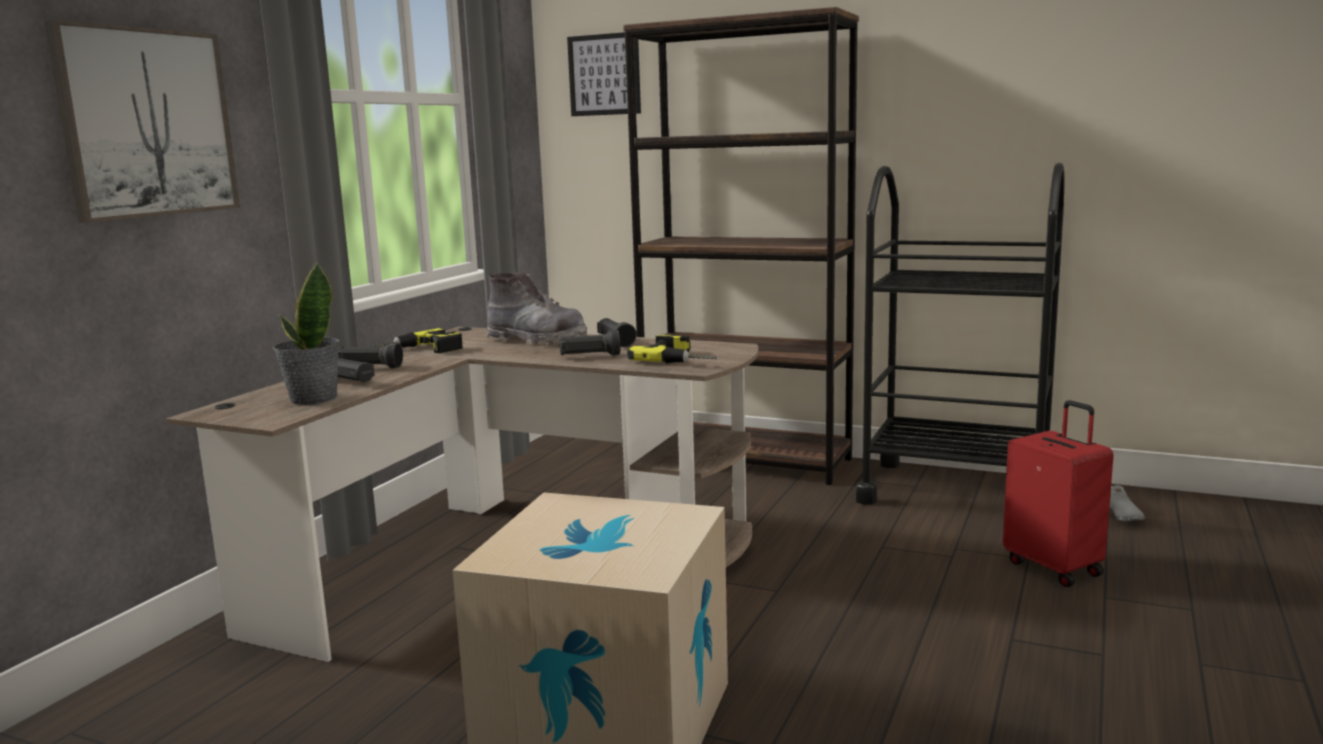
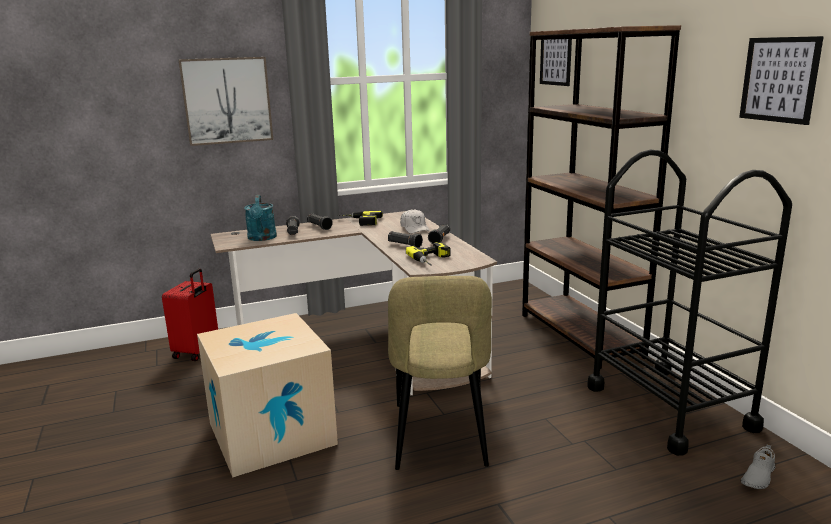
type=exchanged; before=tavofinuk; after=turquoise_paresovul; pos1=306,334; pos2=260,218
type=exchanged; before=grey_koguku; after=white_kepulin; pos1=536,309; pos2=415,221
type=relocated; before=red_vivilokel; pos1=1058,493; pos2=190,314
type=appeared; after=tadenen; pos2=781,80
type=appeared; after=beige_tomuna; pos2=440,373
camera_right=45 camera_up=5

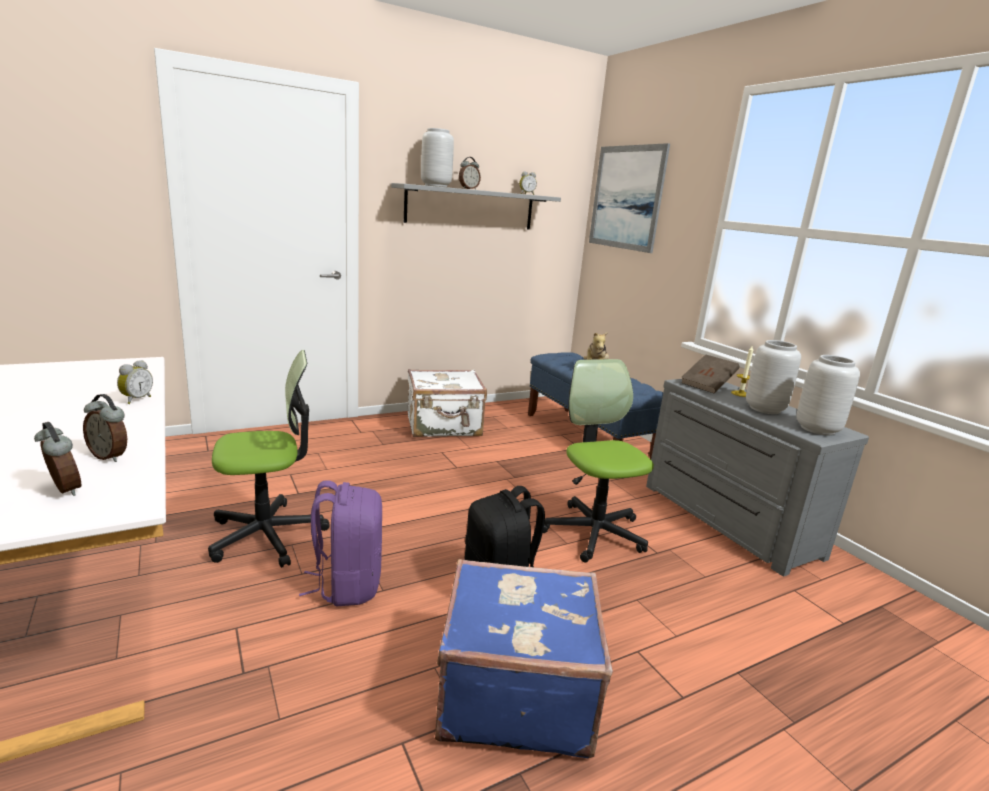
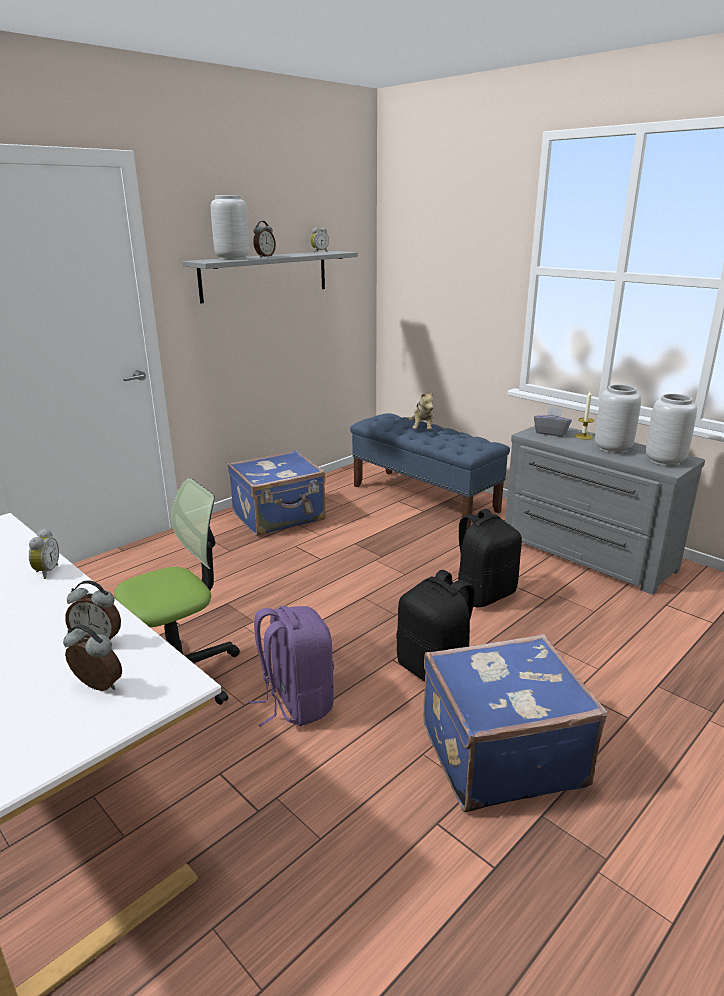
type=missing; before=tadenen; pos1=629,198
type=exchanged; before=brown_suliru; after=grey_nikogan; pos1=710,373; pos2=553,421
type=exchanged; before=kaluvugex; after=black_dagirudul; pos1=598,461; pos2=487,558
type=colour; before=white_vivilokel; after=blue_vivilokel; pos1=447,403; pos2=276,493
camera_right=-15 camera_up=5

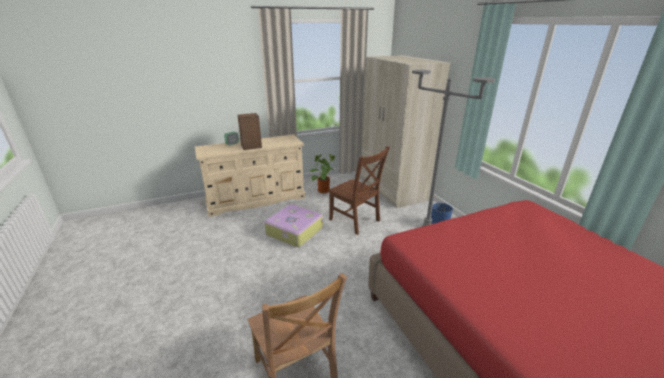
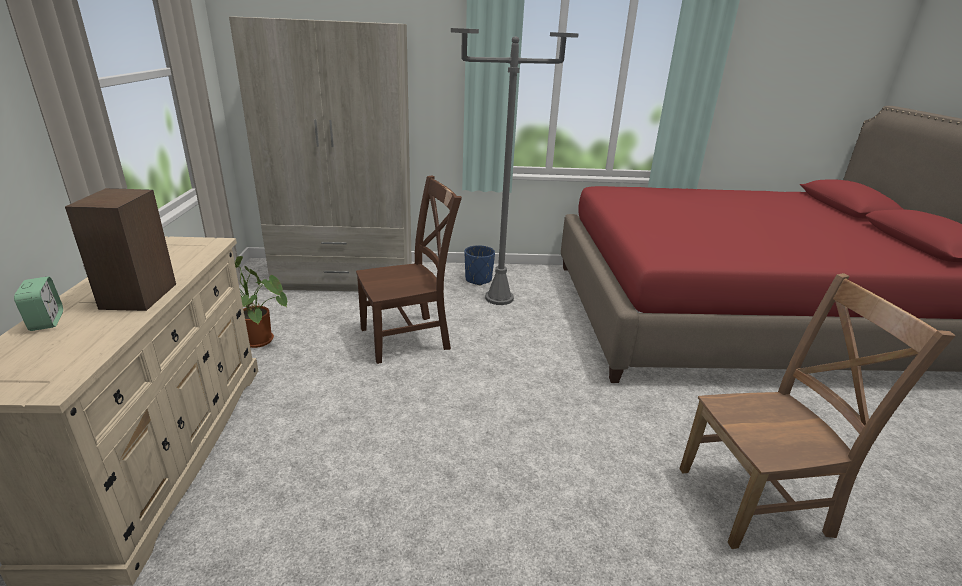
type=missing; before=vivilokel; pos1=294,225
camera_right=-70 camera_up=0

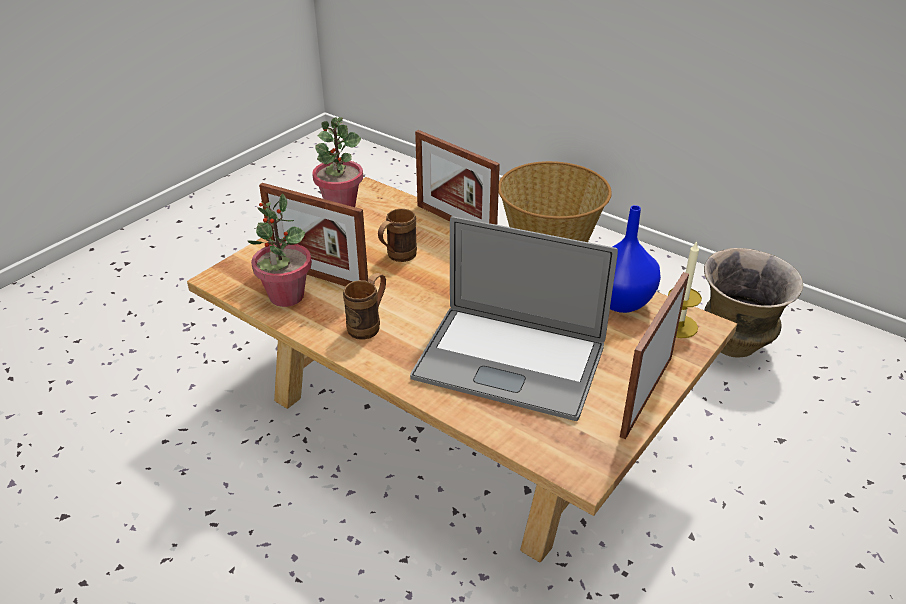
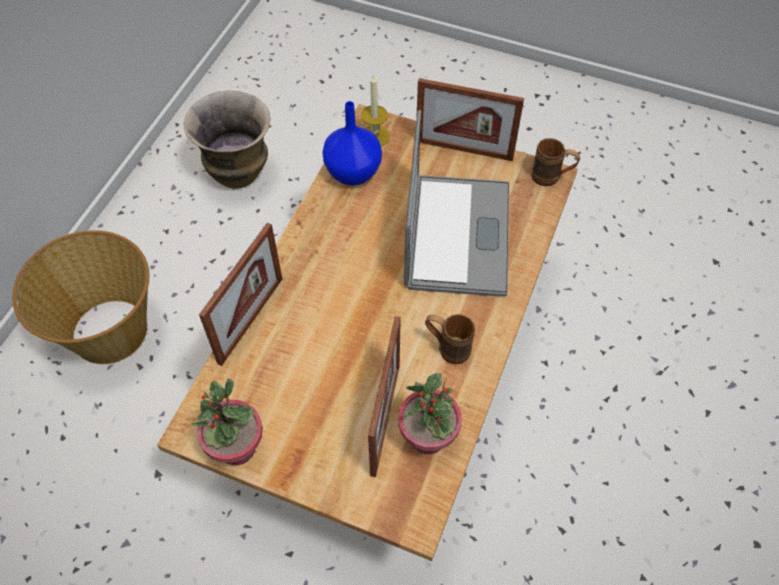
type=relocated; before=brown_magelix; pos1=397,235; pos2=556,162
camera_right=-105 camera_up=20

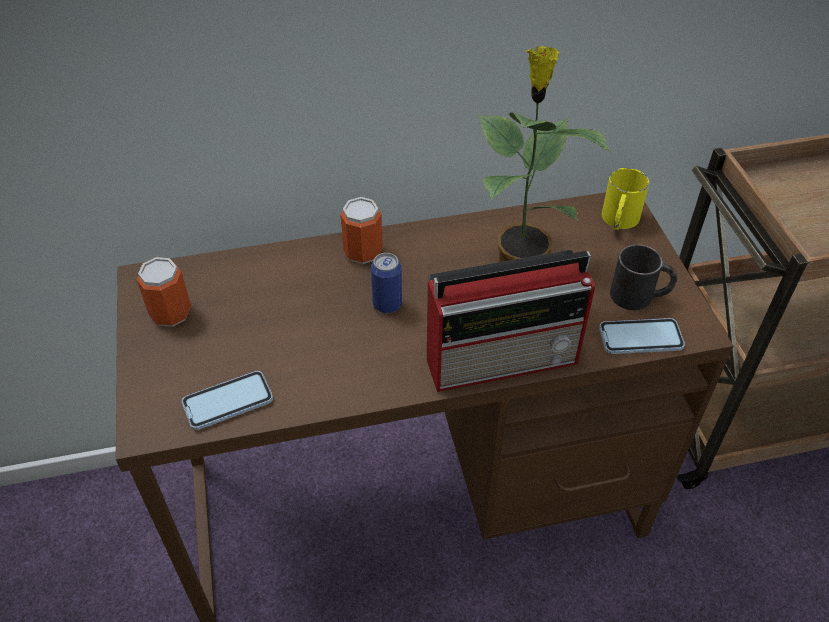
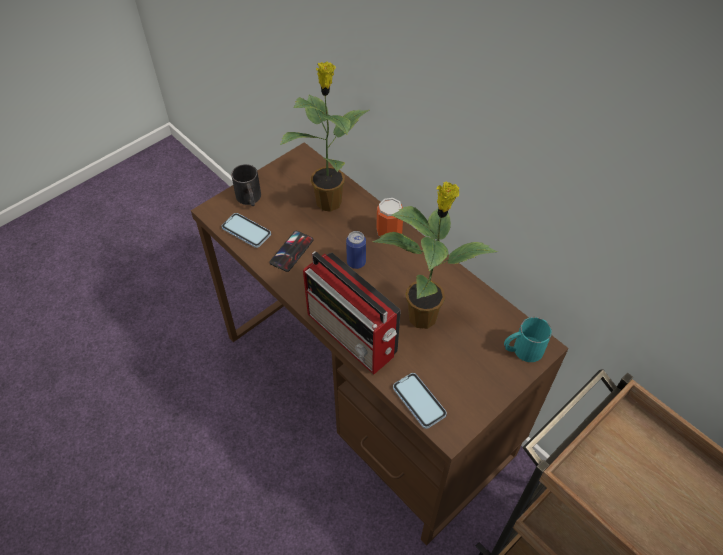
type=colour; before=yellow_magelix; after=turquoise_magelix; pos1=625,199; pos2=528,339
type=relocated; before=black_magelix; pos1=643,277; pos2=246,185
type=missing; before=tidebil; pos1=164,292
type=appeared; after=tavofinuk; pos2=324,137
type=appeared; after=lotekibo; pos2=291,251
camera_right=60 camera_up=5

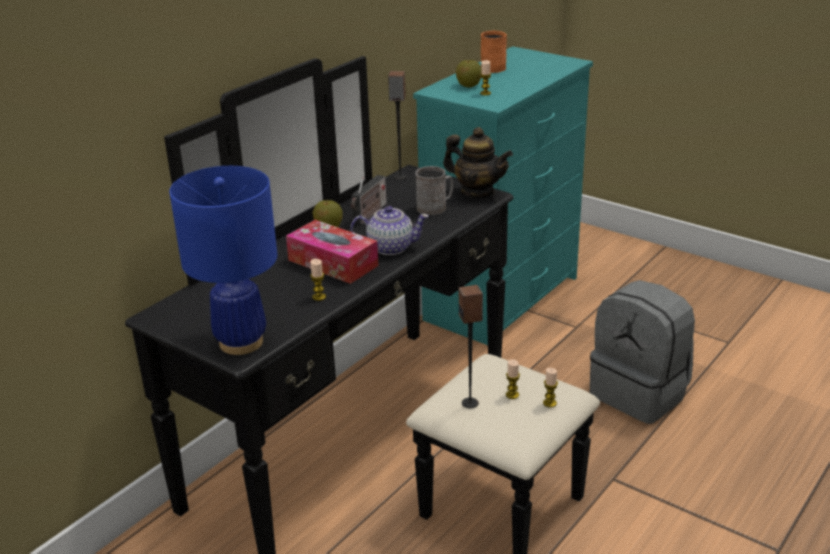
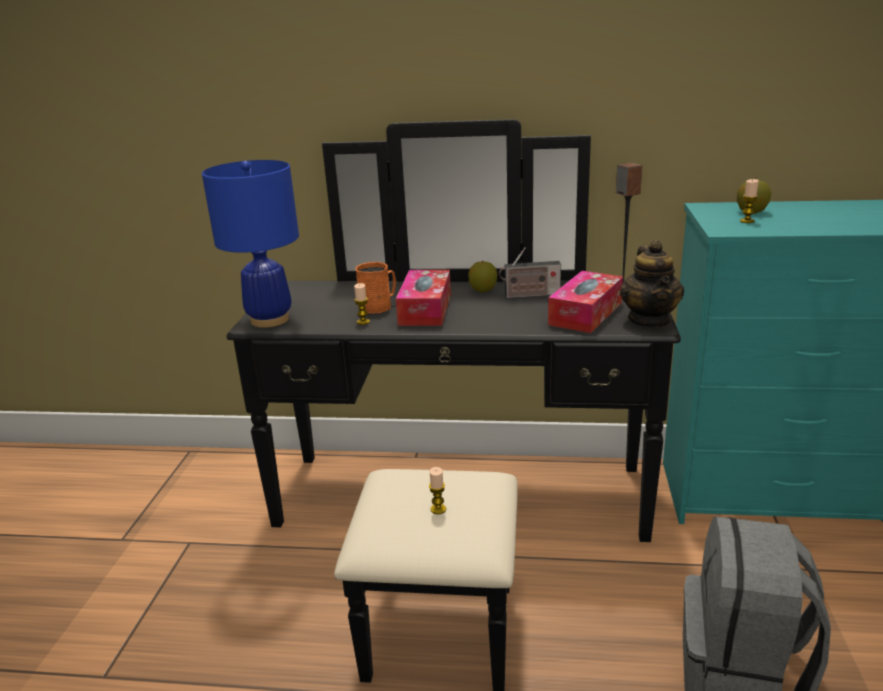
type=relocated; before=orange_magelix; pos1=494,52; pos2=375,287
type=exchanged; before=grey_magelix; after=nikogan; pos1=434,190; pos2=585,302
type=missing; before=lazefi; pos1=389,230
type=missing; before=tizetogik; pos1=471,346
type=missing; before=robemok; pos1=550,387
camera_right=60 camera_up=-5

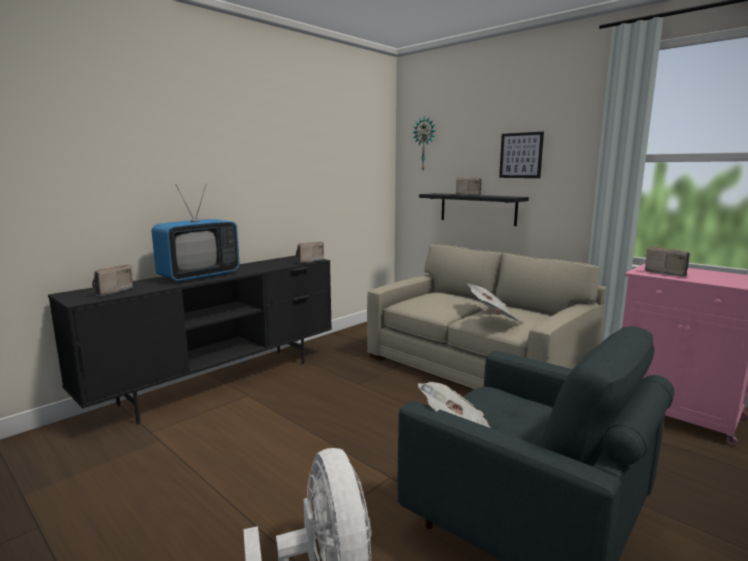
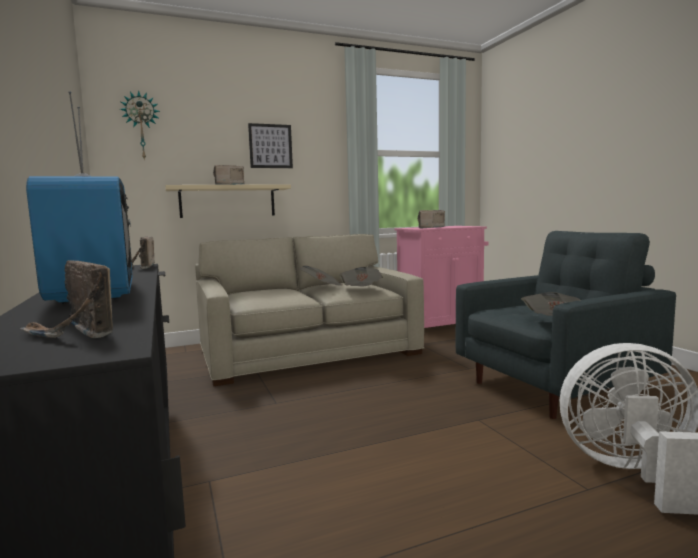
type=colour; before=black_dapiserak; after=beige_dapiserak; pos1=474,209; pos2=228,201
camera_right=-65 camera_up=-5

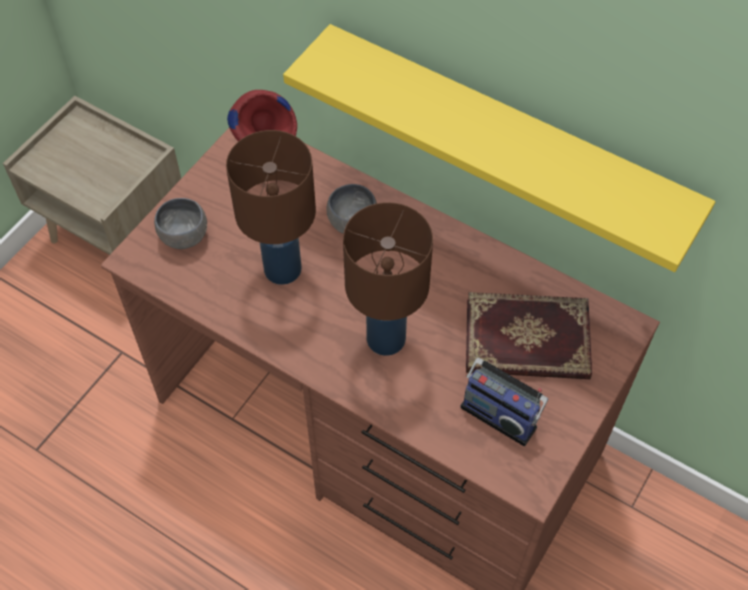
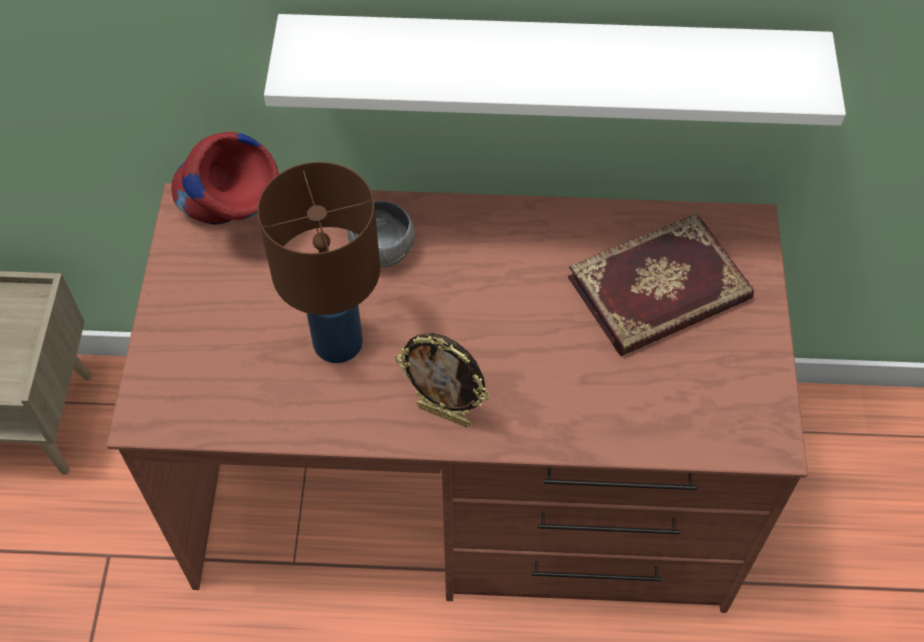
type=colour; before=yellow_dapiserak; after=white_dapiserak; pos1=499,148; pos2=555,70
type=missing; before=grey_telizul; pos1=180,223
type=missing; before=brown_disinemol; pos1=388,279
type=missing; before=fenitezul; pos1=504,402
type=appeared; after=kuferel; pos2=442,380
camera_right=-30 camera_up=0

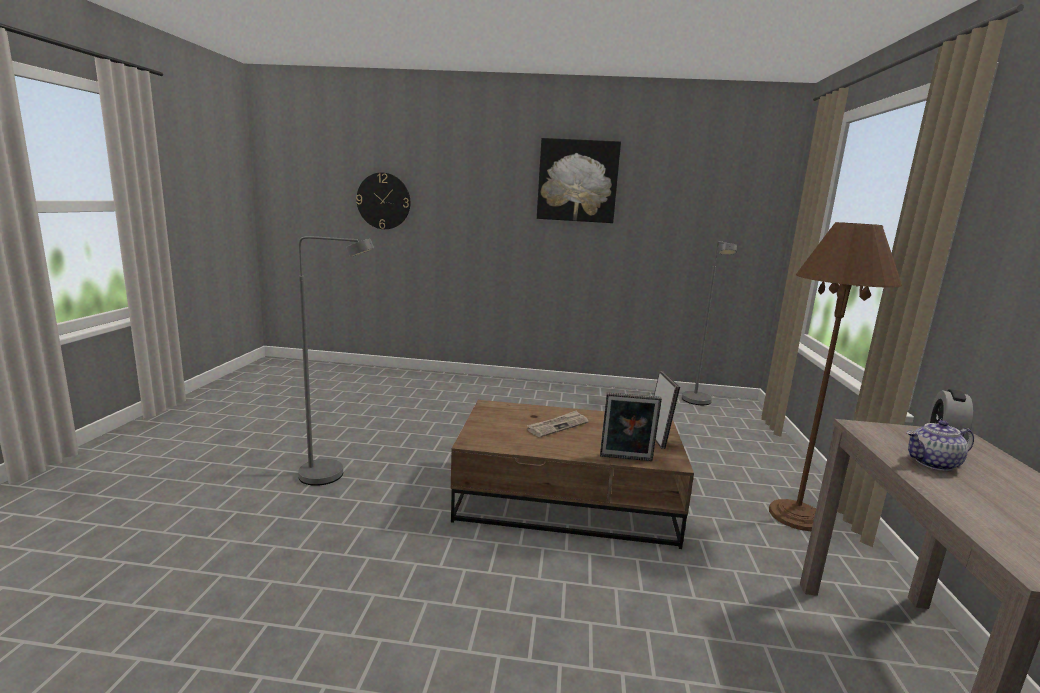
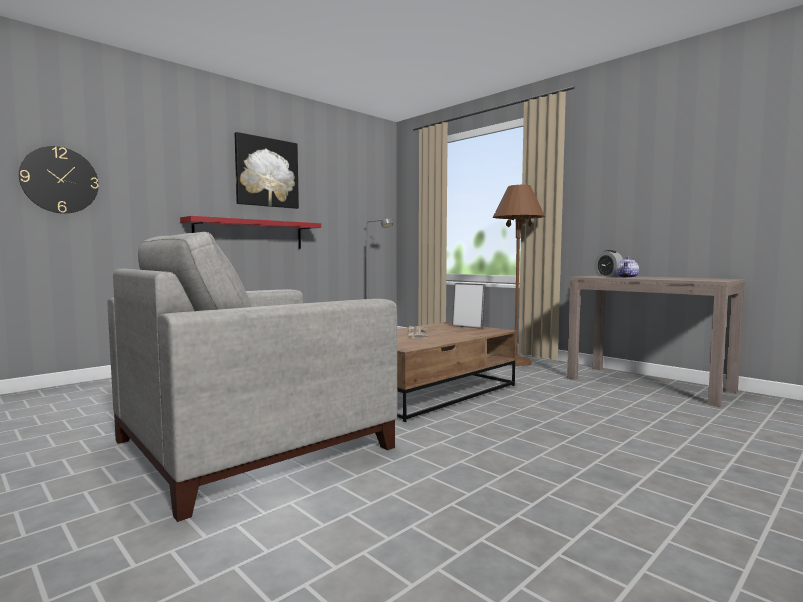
type=exchanged; before=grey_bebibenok; after=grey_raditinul; pos1=336,361; pos2=252,377
type=missing; before=kuferel; pos1=631,426
type=appeared; after=red_dapiserak; pos2=250,232
camera_right=-50 camera_up=-10

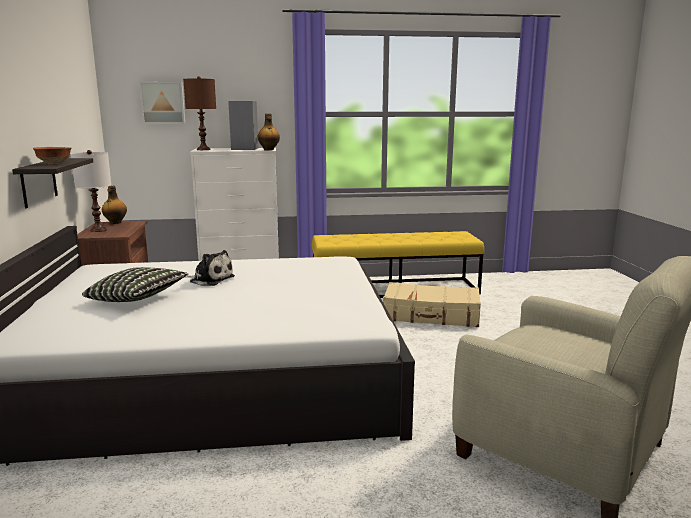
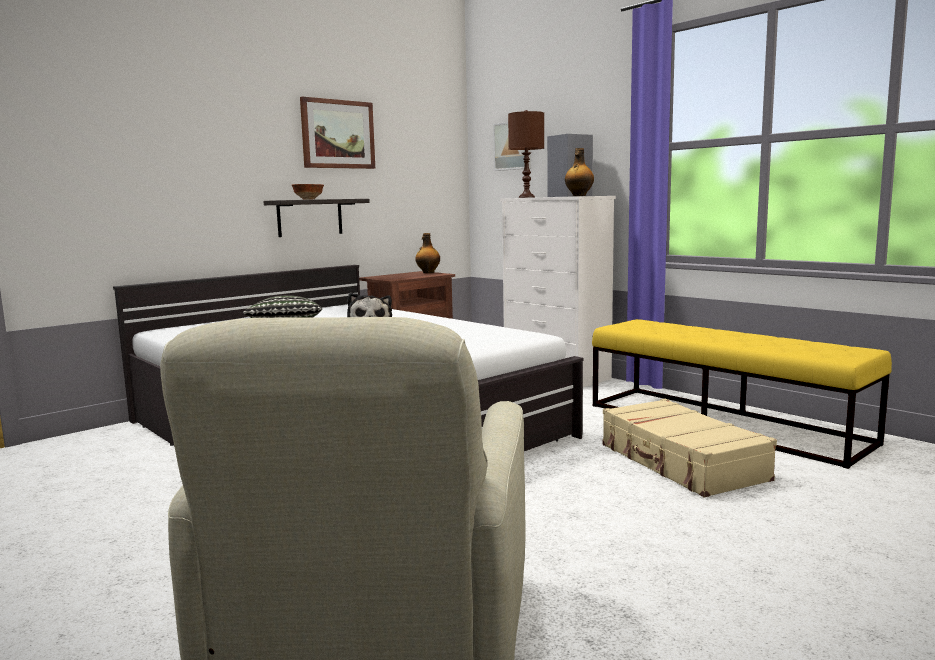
type=missing; before=white_disinemol; pos1=90,191
type=appeared; after=tadenen; pos2=337,133
camera_right=55 camera_up=-5

